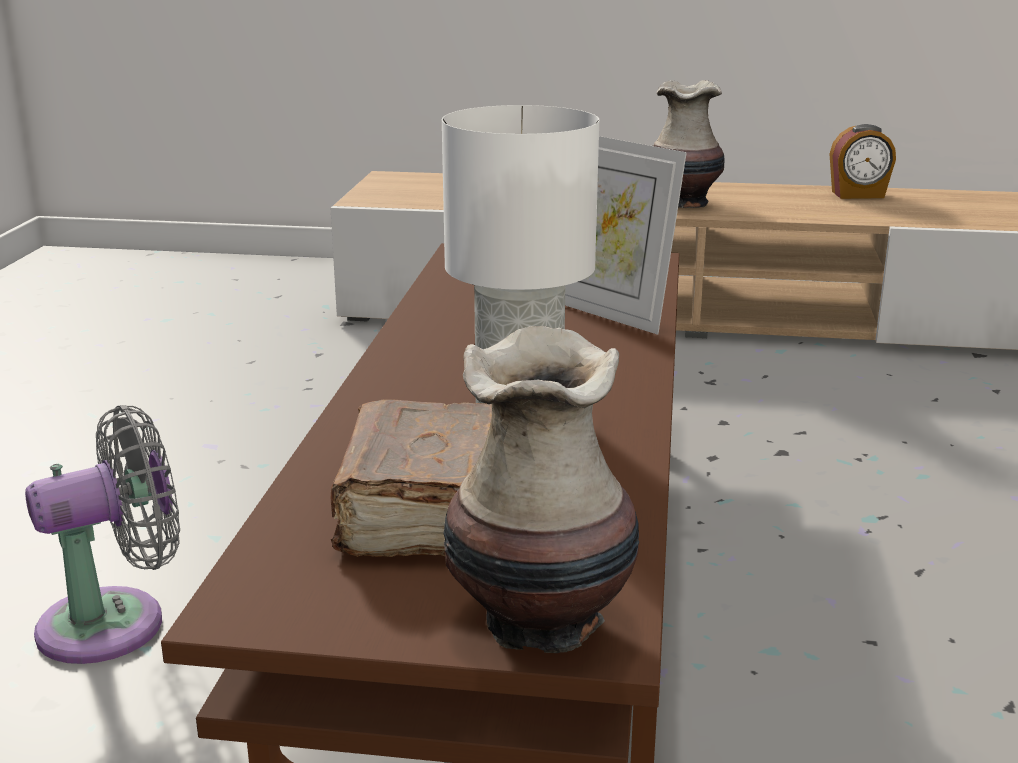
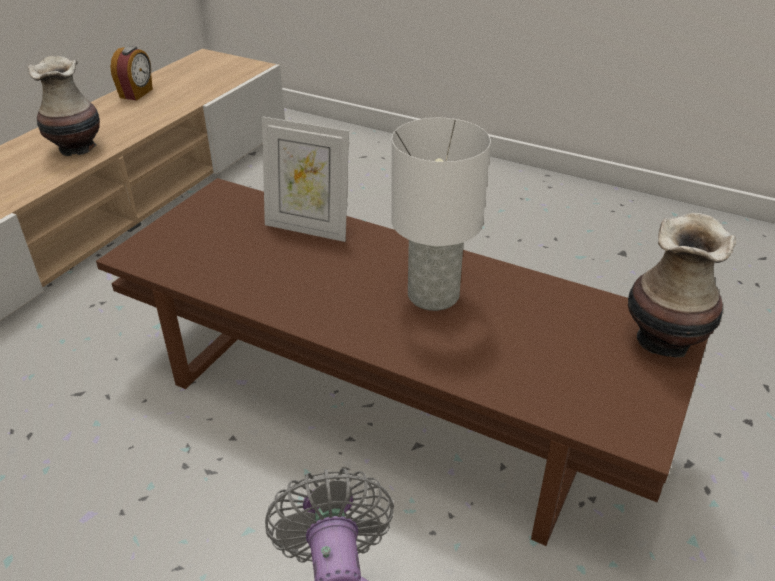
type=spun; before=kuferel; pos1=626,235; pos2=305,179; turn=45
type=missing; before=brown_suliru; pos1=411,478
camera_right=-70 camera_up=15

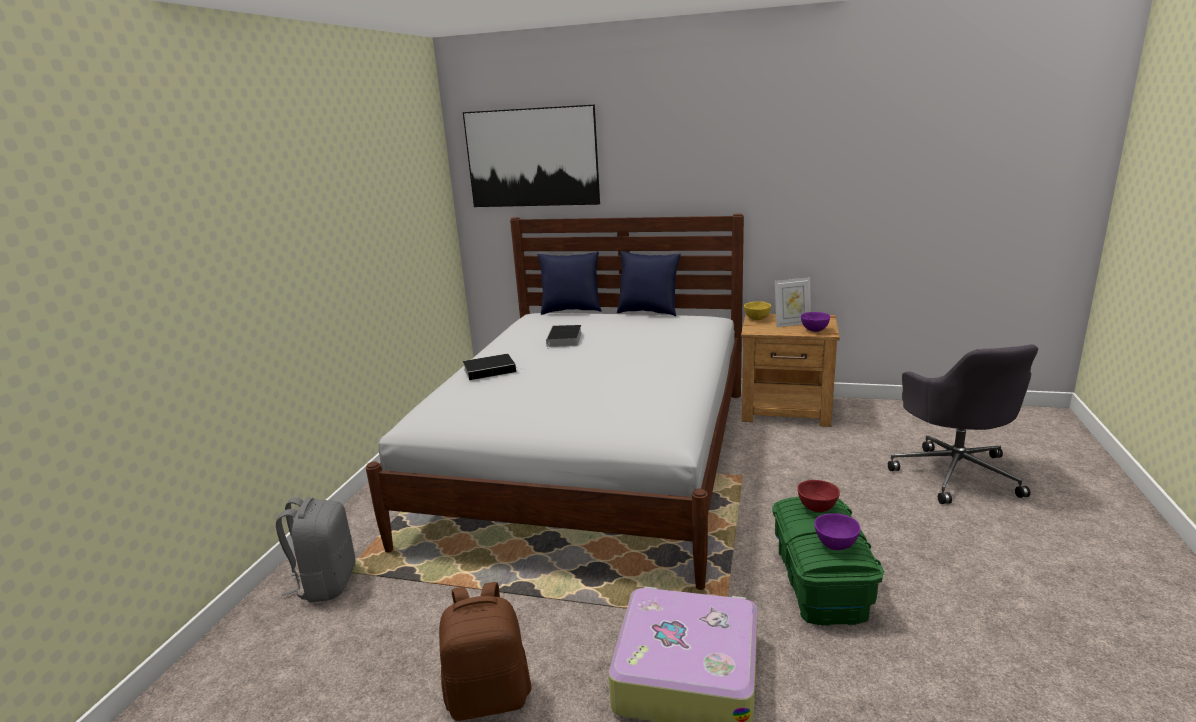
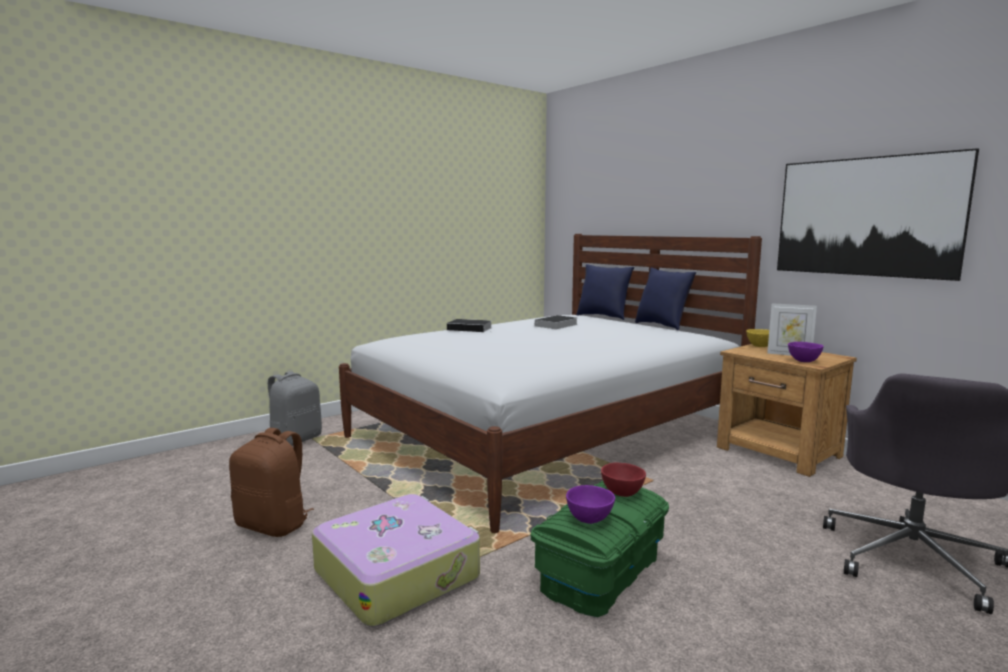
type=relocated; before=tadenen; pos1=531,155; pos2=878,214
camera_right=35 camera_up=-10

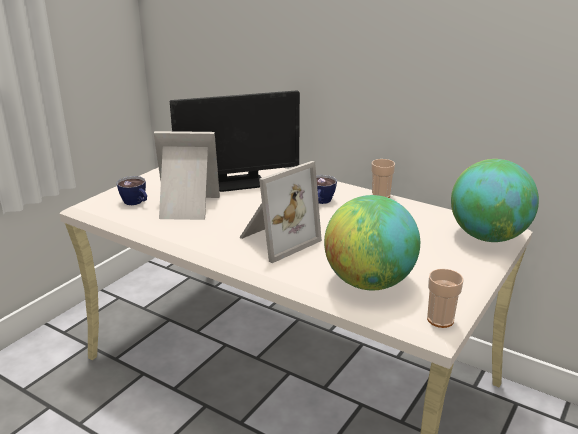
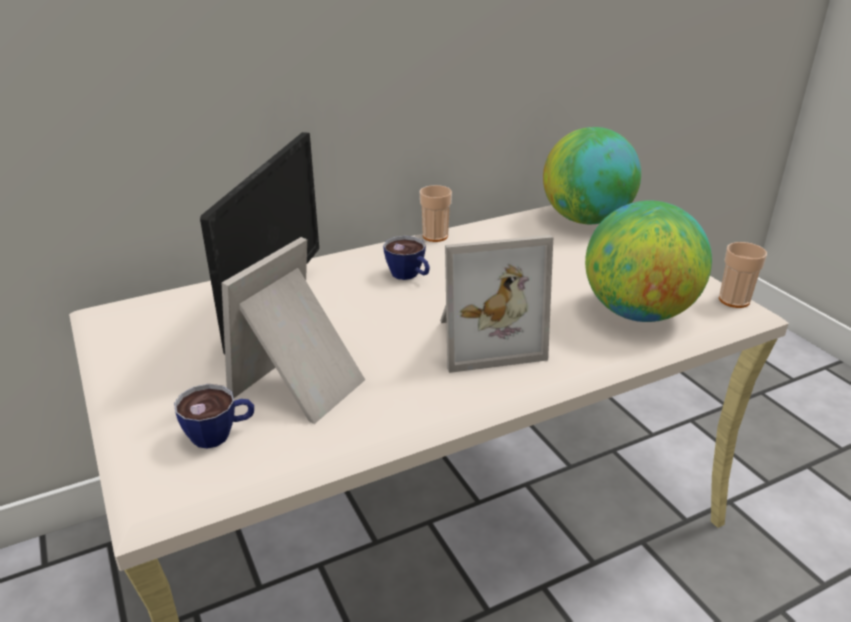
type=spun; before=kuferel; pos1=280,212; pos2=496,304; turn=90
camera_right=-60 camera_up=5

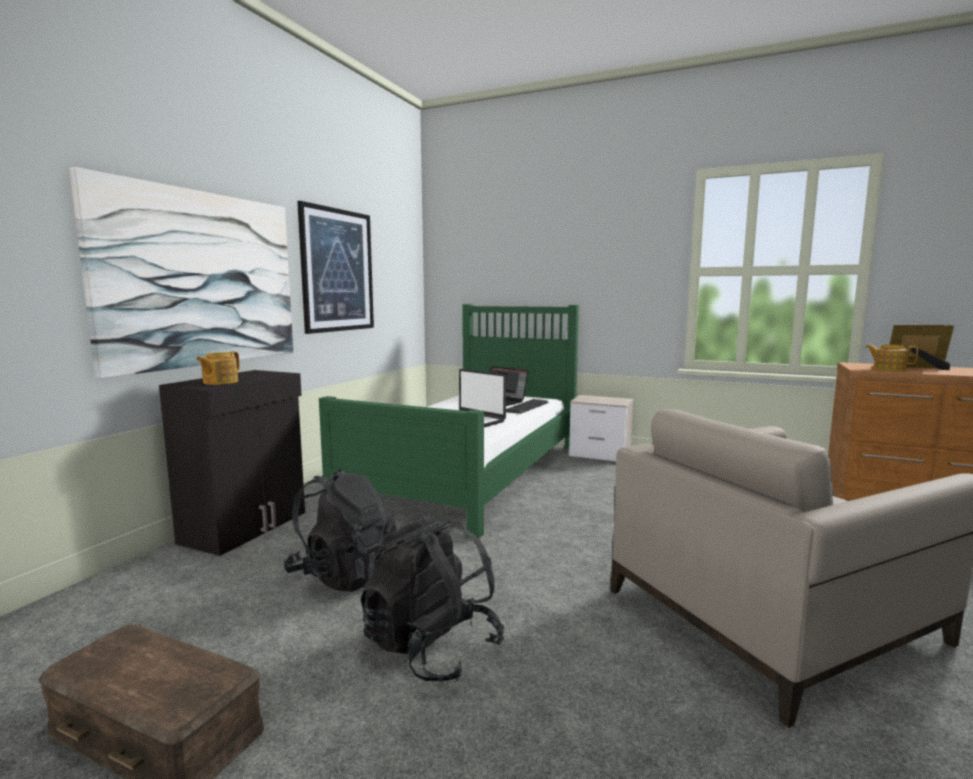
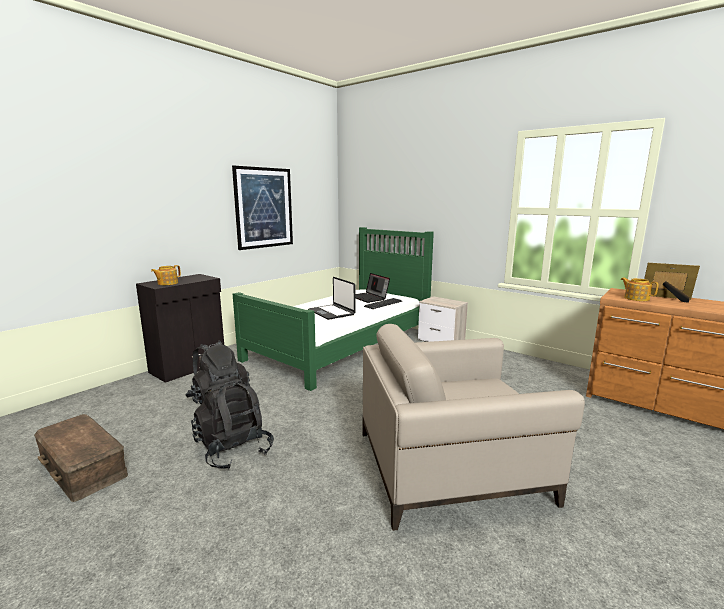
type=missing; before=tadenen; pos1=181,273
camera_right=15 camera_up=5

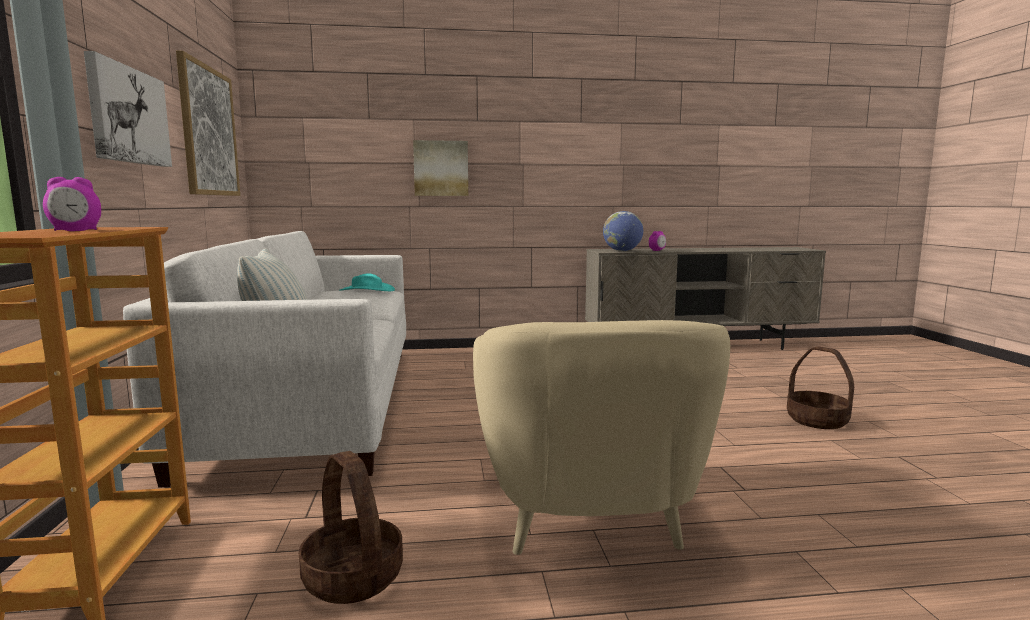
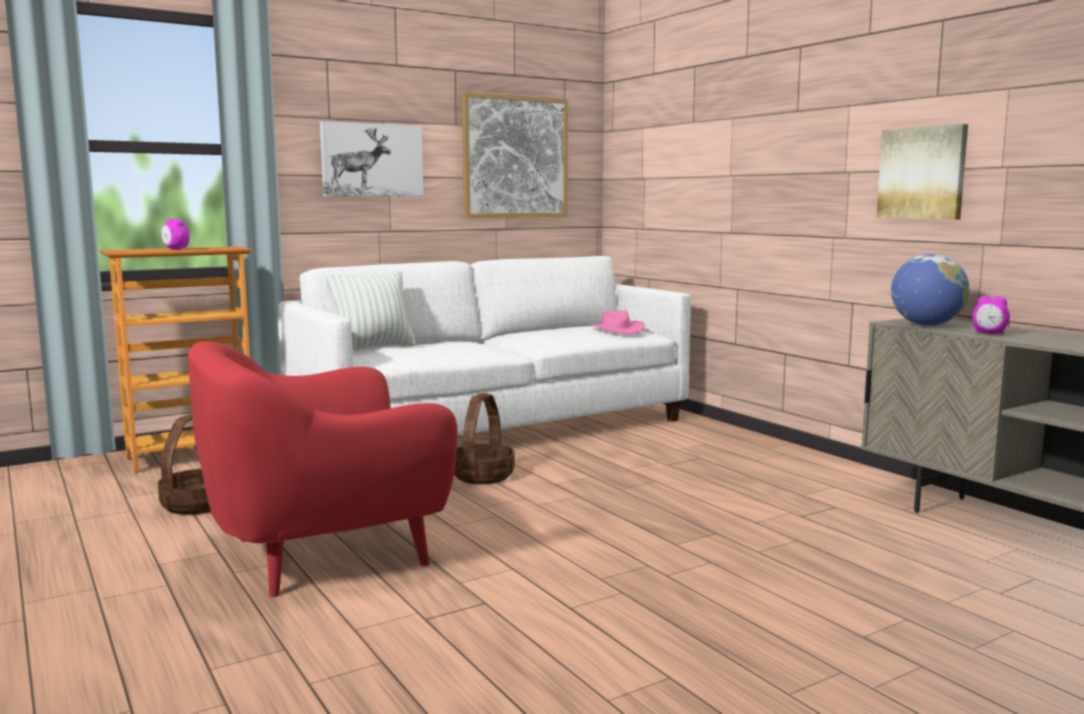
type=relocated; before=tadenen; pos1=440,168; pos2=922,172
type=colour; before=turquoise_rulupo; after=pink_rulupo; pos1=367,282; pos2=617,322
type=colour; before=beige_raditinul; after=red_raditinul; pos1=601,437; pos2=322,469
type=relocated; before=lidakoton; pos1=820,388; pos2=484,438
camera_right=65 camera_up=0

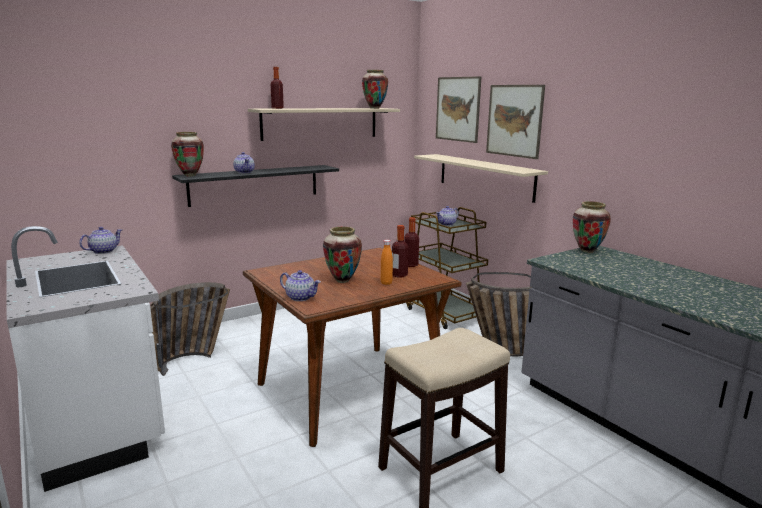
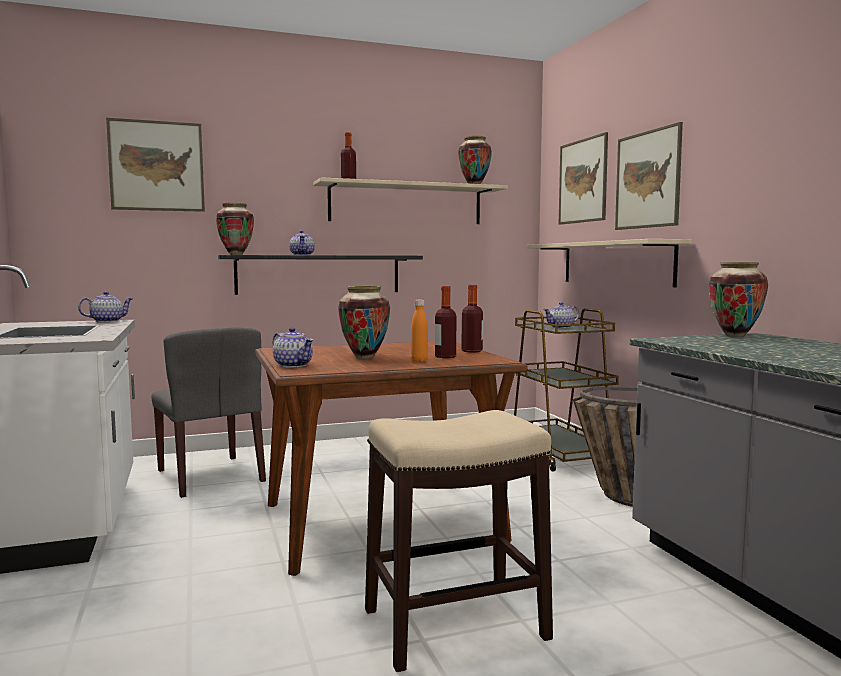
type=exchanged; before=lidakoton; after=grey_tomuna; pos1=190,329; pos2=208,412
type=appeared; after=tadenen; pos2=155,165
camera_right=15 camera_up=-10

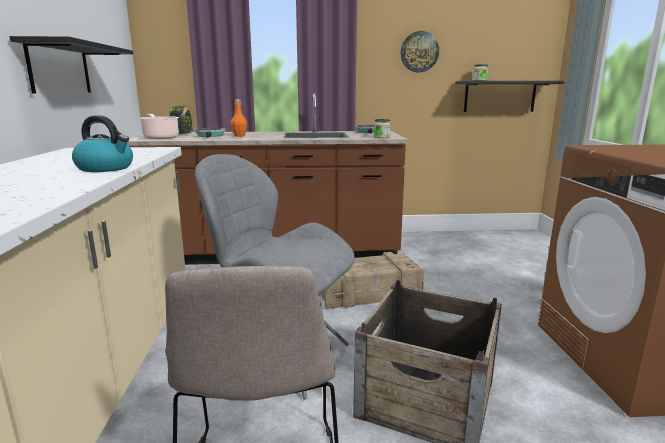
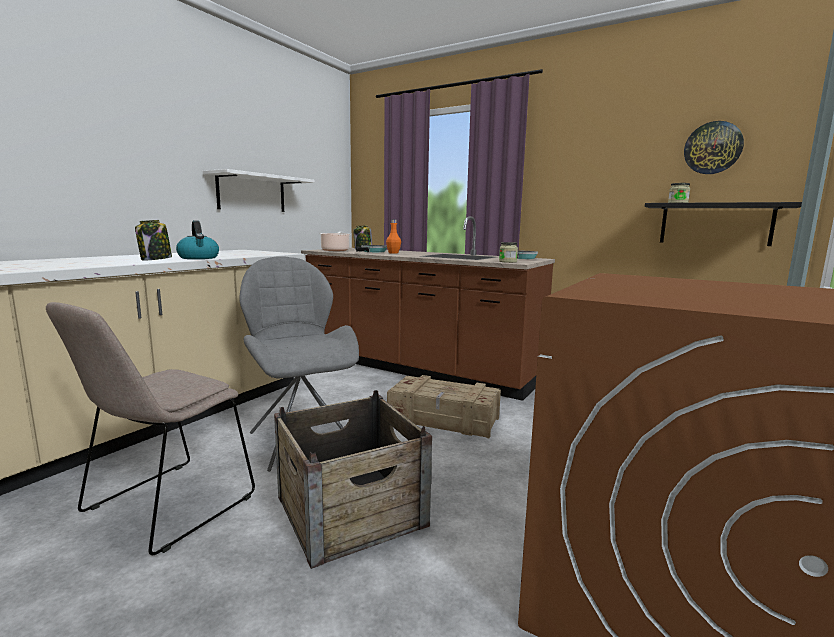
type=relocated; before=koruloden; pos1=419,51; pos2=714,147
type=colour; before=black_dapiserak; after=white_dapiserak; pos1=71,65; pos2=259,190
type=appeared; after=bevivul; pos2=153,240
camera_right=35 camera_up=-5

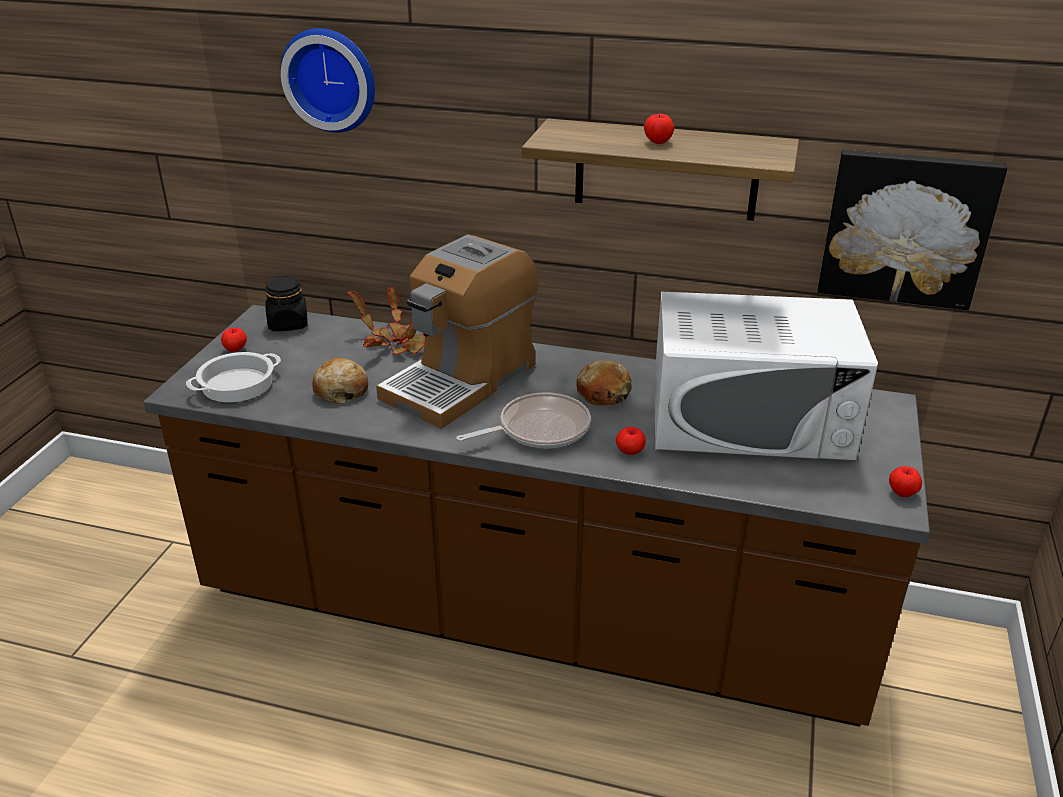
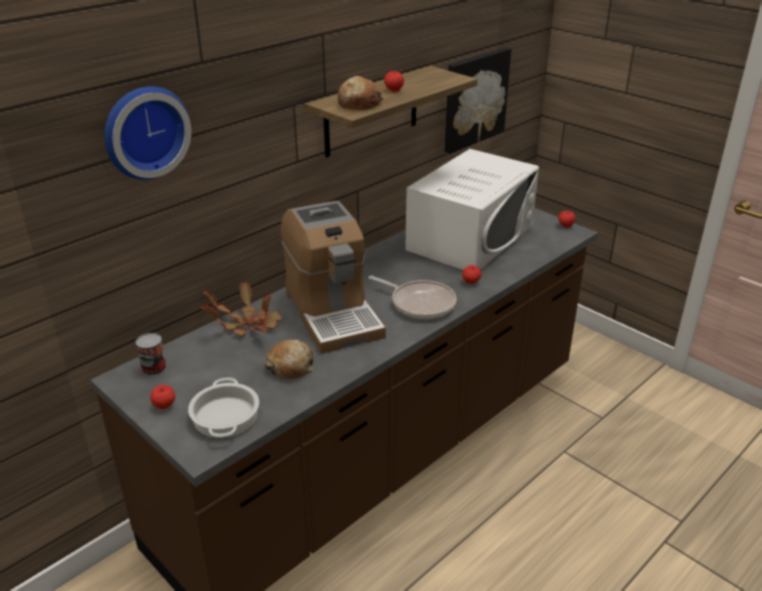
type=exchanged; before=black_bevivul; after=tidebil; pos1=286,303; pos2=151,354
type=relocated; before=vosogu; pos1=604,383; pos2=360,93
type=spun; before=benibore; pos1=523,420; pos2=412,297; turn=120
camera_right=-60 camera_up=0

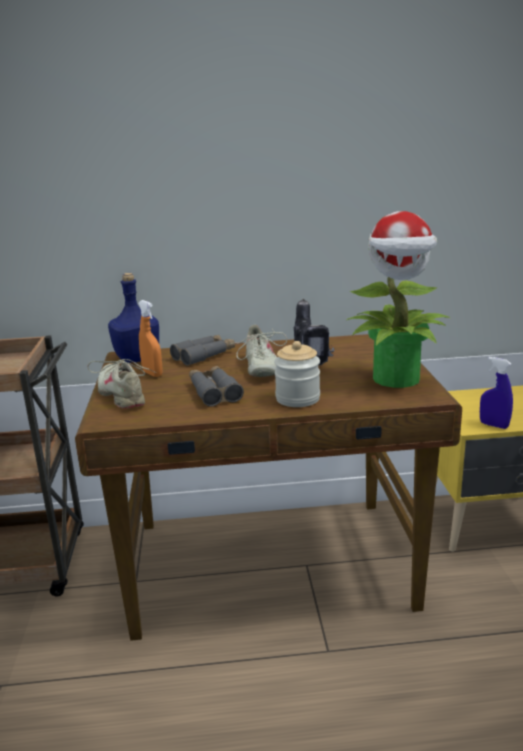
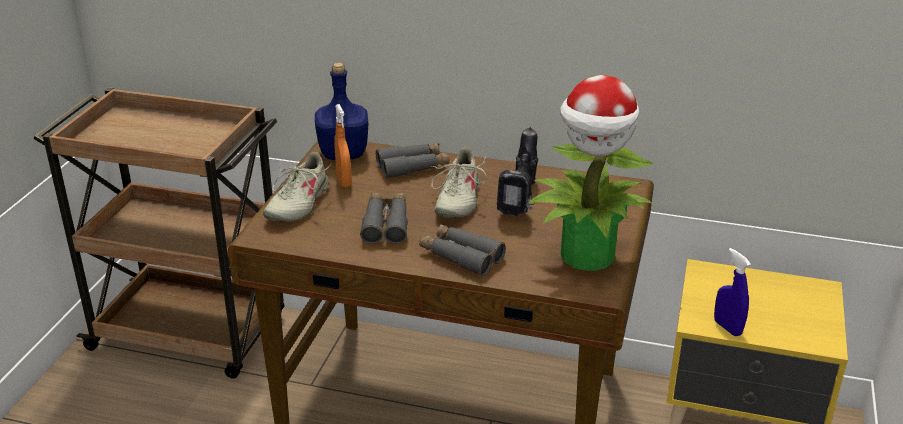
type=exchanged; before=bevivul; after=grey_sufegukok; pos1=297,374; pos2=462,250
type=spun; before=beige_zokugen; pos1=121,384; pos2=297,187; turn=-150
camera_right=20 camera_up=10

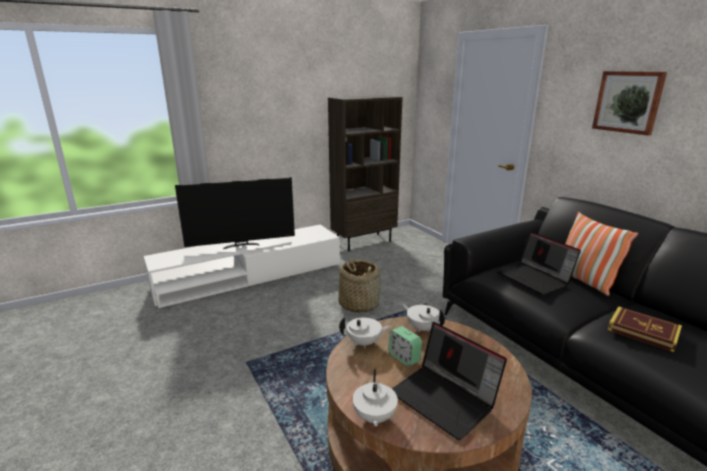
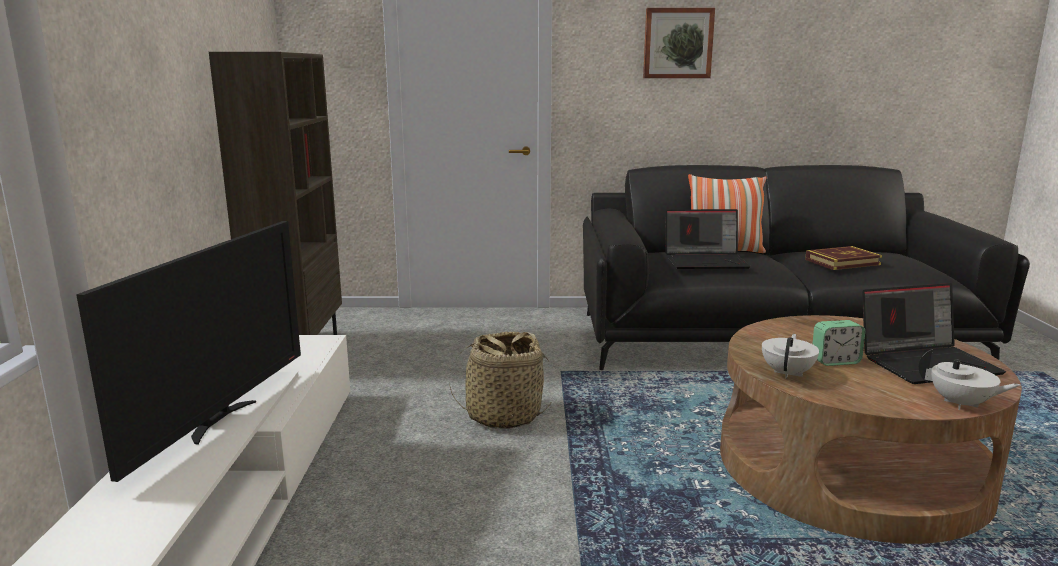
type=missing; before=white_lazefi; pos1=423,318
camera_right=-60 camera_up=-5

